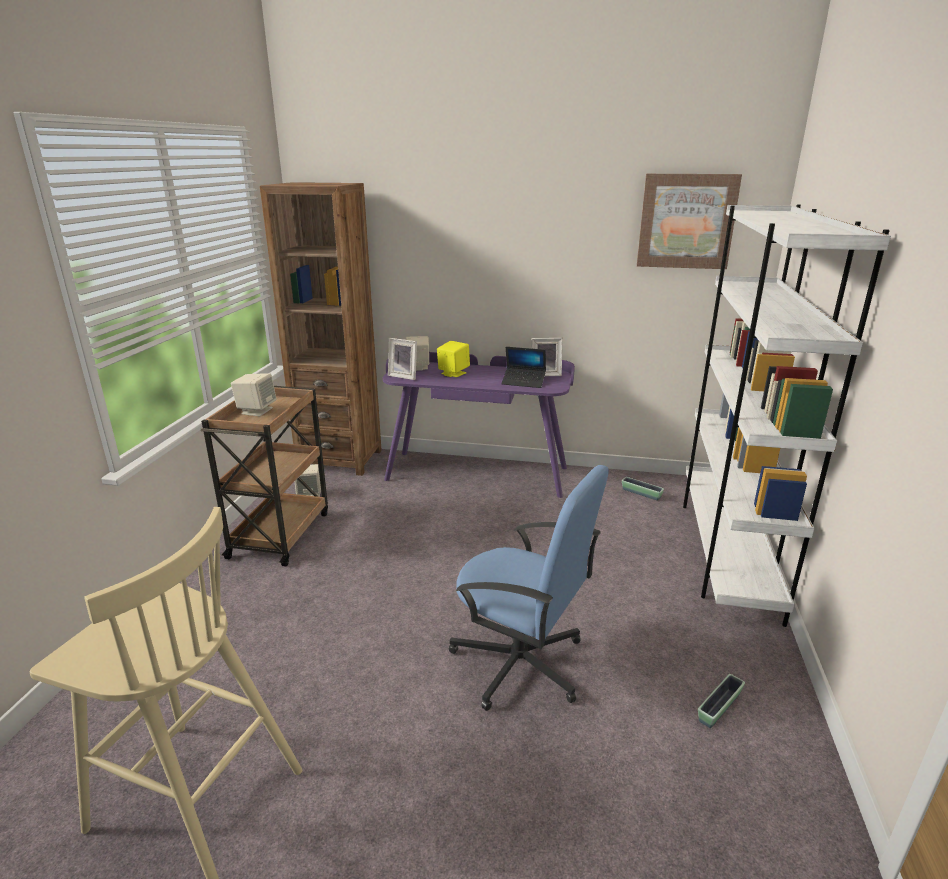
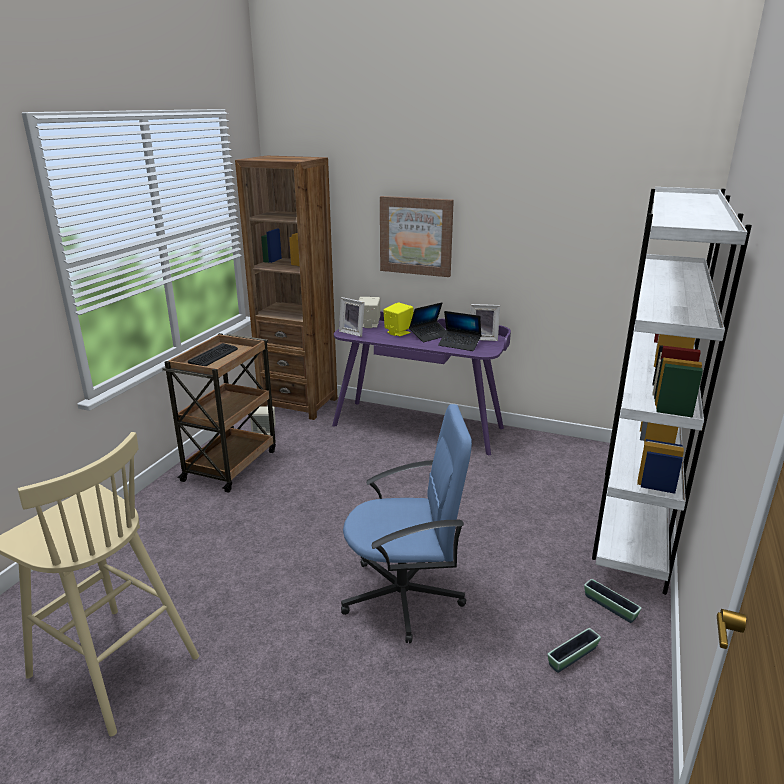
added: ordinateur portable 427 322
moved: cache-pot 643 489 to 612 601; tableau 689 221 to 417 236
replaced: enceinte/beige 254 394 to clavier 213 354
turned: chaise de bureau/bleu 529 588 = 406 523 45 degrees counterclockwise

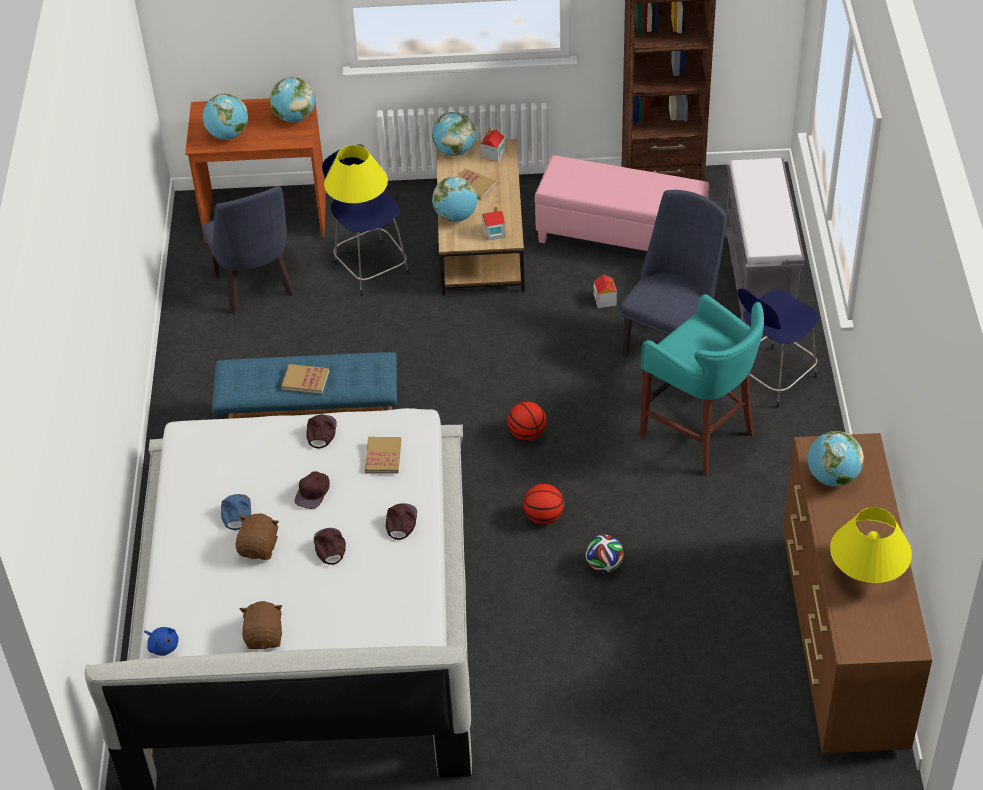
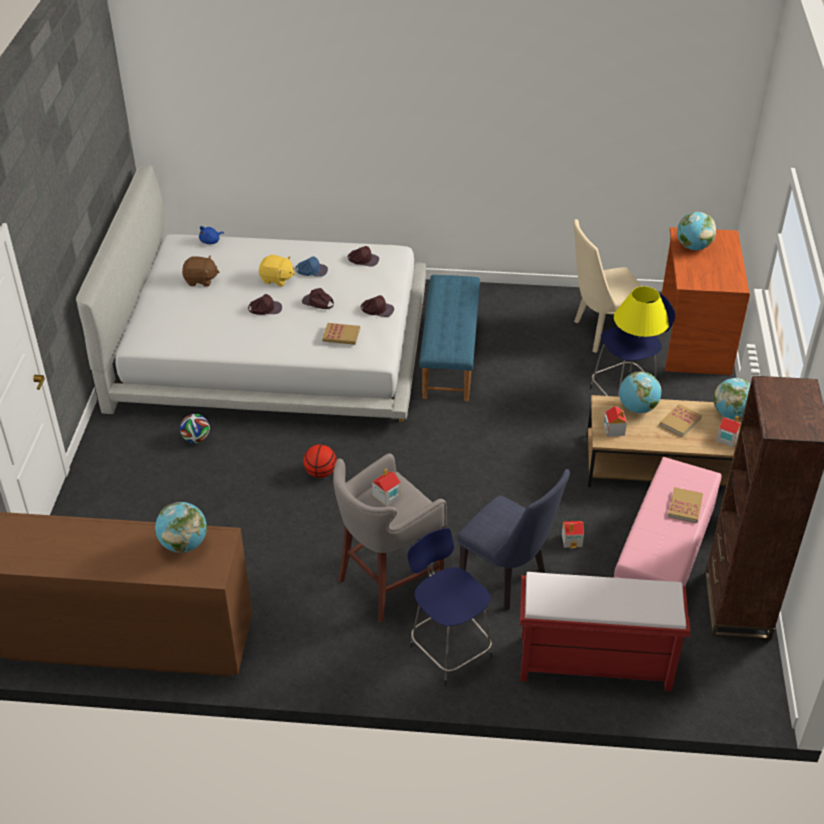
removed: globe 292 99; ballon de basket 527 421; lampe de table/jaune 871 545
added: maison miniature 386 487
moved: livre 305 379 to 685 505; casquette/marron 401 521 to 363 256; ballon de foot 604 554 to 195 428
recoloured: chaise/bleu 248 250 to chaise/beige 607 286; peluche/marron 257 537 to peluche/jaune 277 271; tabouret/turquoise 702 385 to tabouret/gris 390 538; banc/gris 765 242 to banc/rouge 605 632

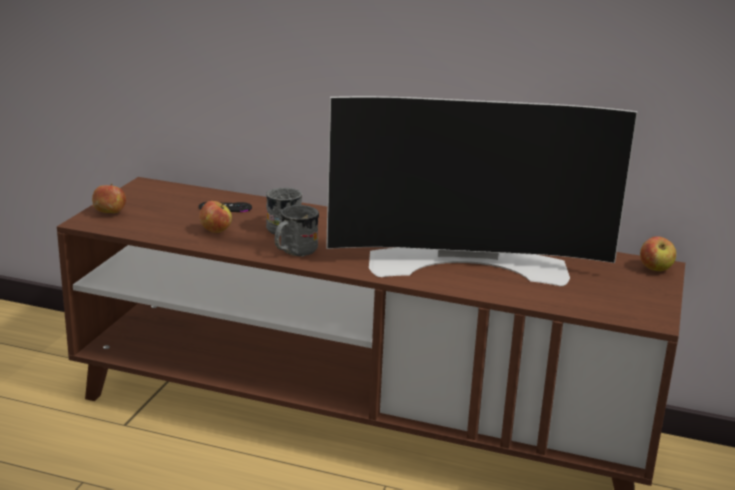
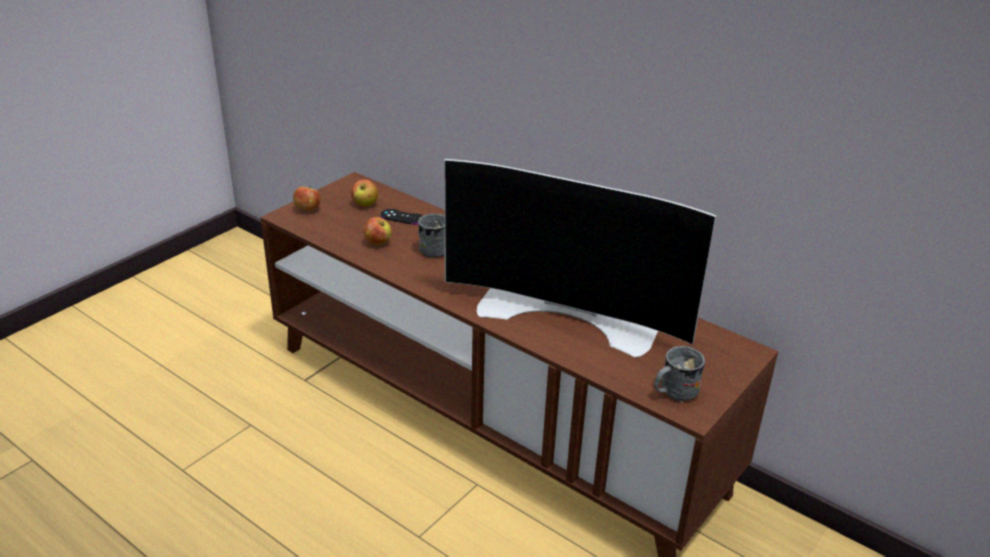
moved: mug/gris 297 231 to 679 374; pomme 658 253 to 364 192

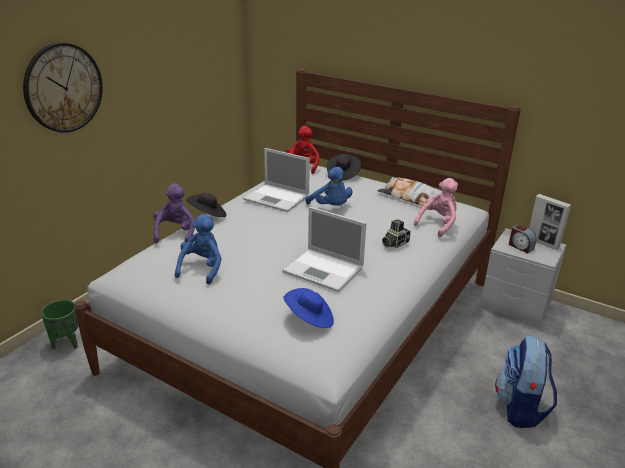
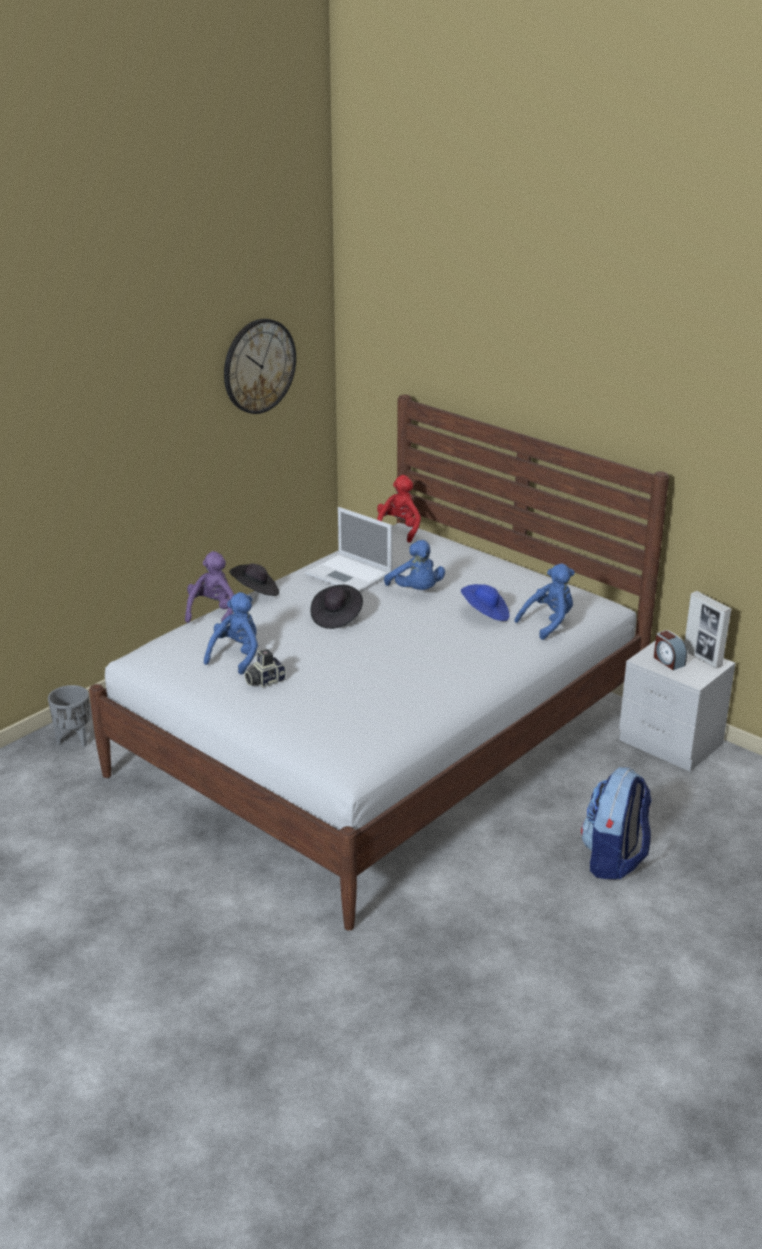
removed: ordinateur portable 324 249; coussin 410 191
moved: horloge murale 63 88 to 260 366; chapeau/bleu 309 308 to 485 602; chapeau/noir 344 167 to 337 607; appareil photo 396 233 to 265 668
recoloured: cache-pot/vert 60 324 to cache-pot/gris 69 716; peluche/rose 436 207 to peluche/bleu 544 601

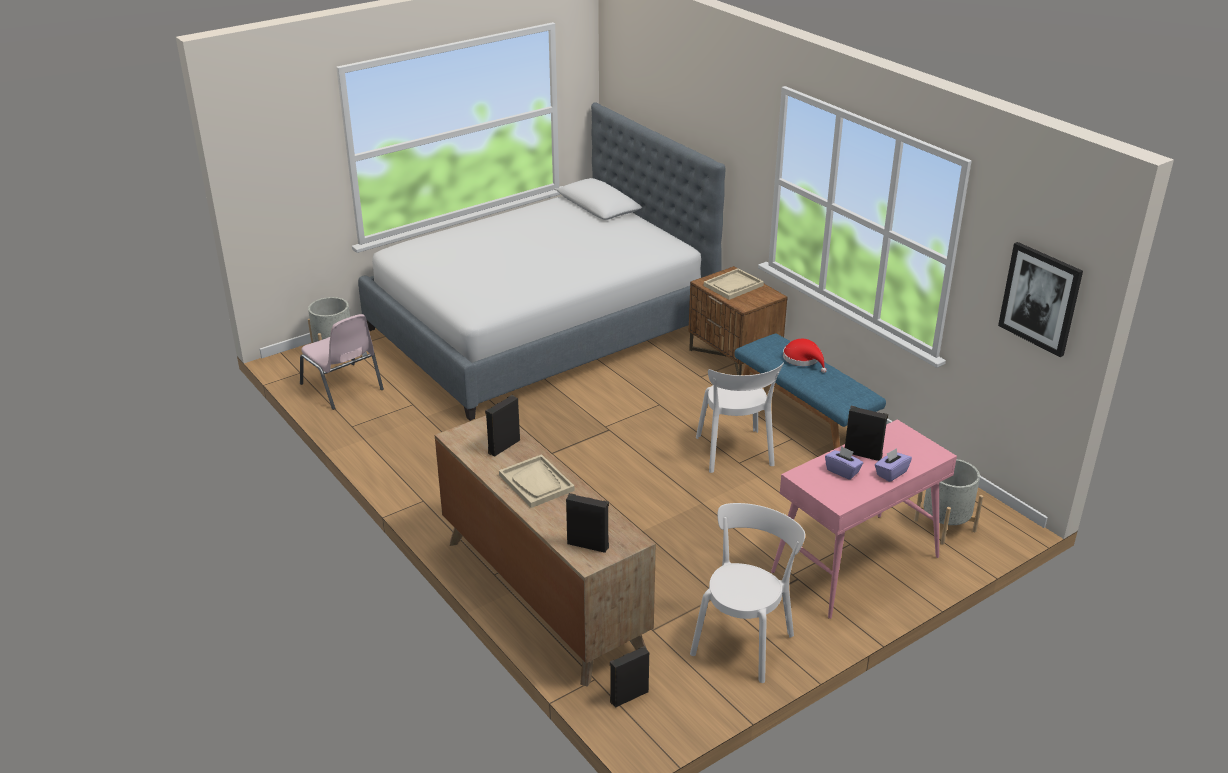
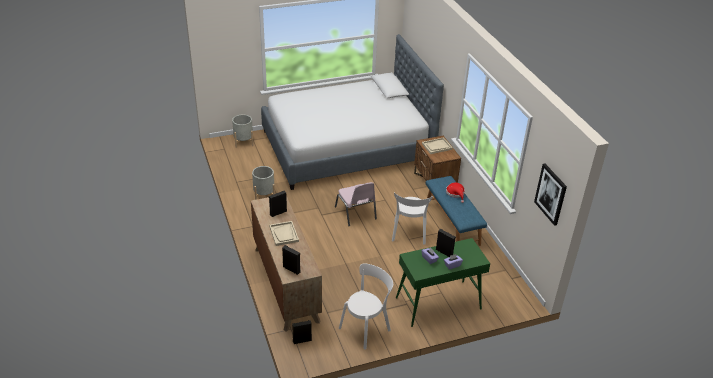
moved: chaise/rose 342 362 to 356 204; cache-pot/gris 948 501 to 263 183
recoloured: table console/rose 864 519 to table console/vert 443 282

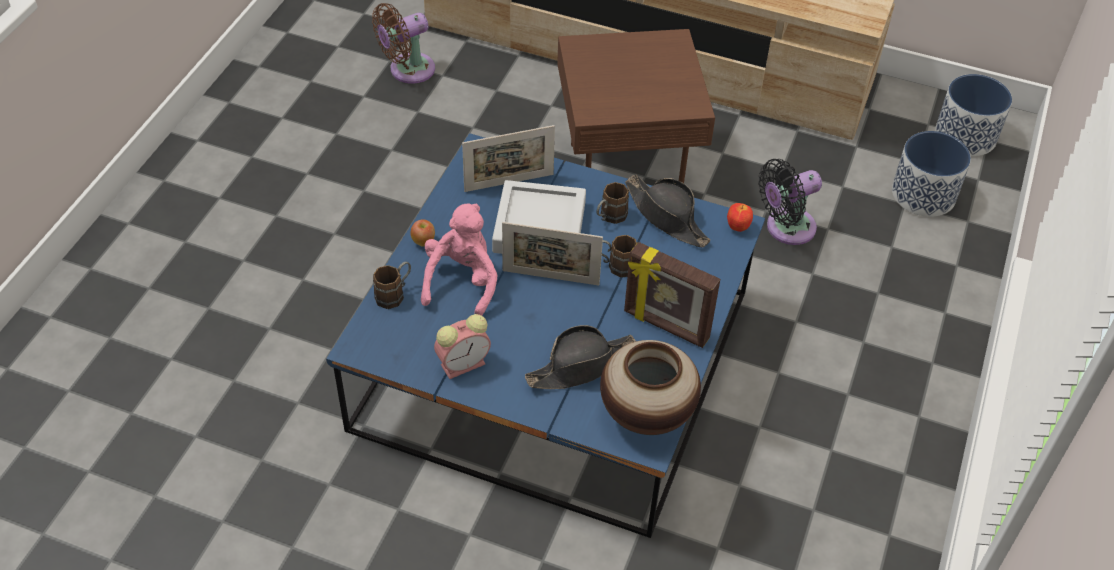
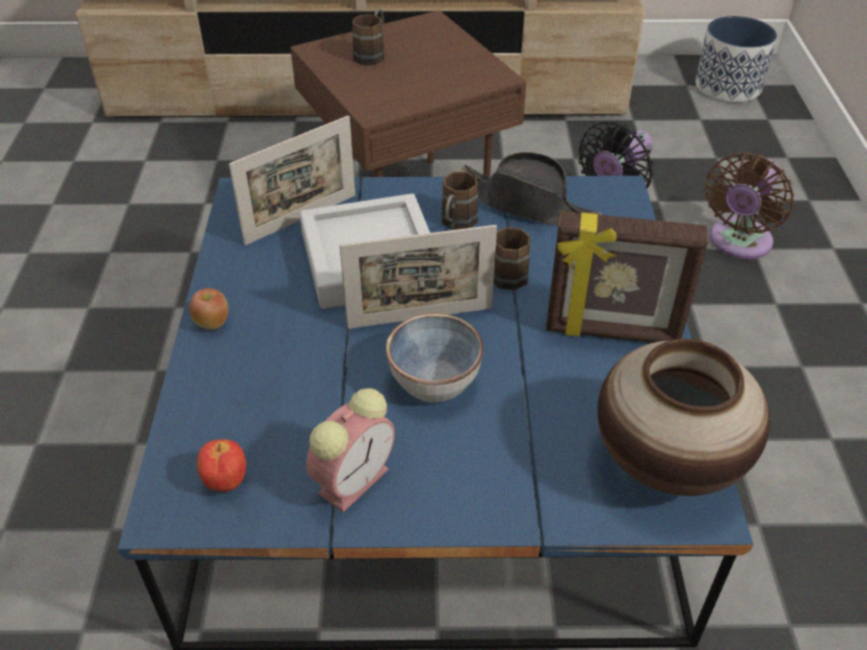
removed: peluche/rose 459 260; chapeau/noir 580 357; cache-pot 931 174
added: bol 434 358
moved: ventilateur/marron 403 43 to 749 205; mug/marron 392 285 to 368 37; pomme 740 217 to 221 465

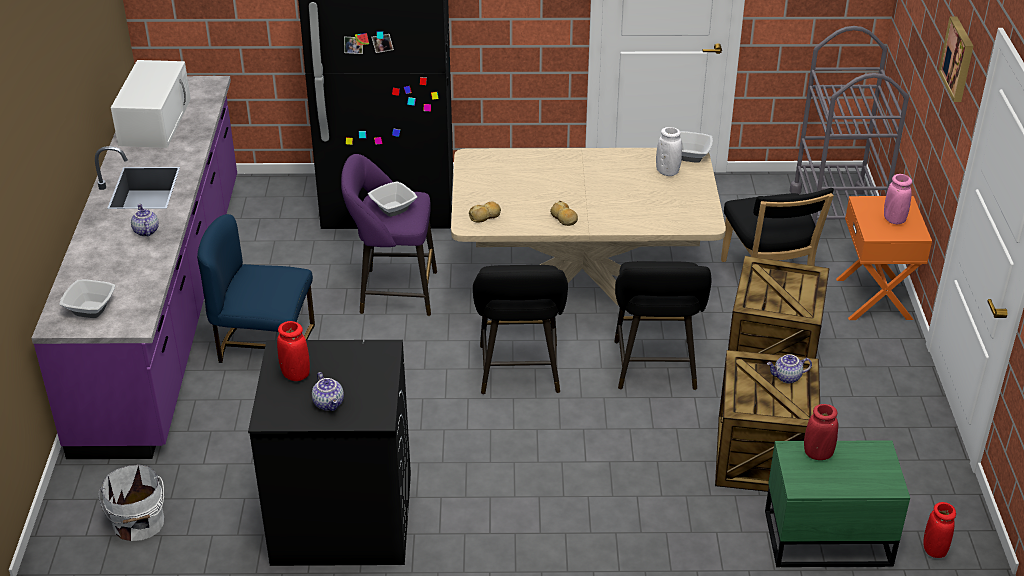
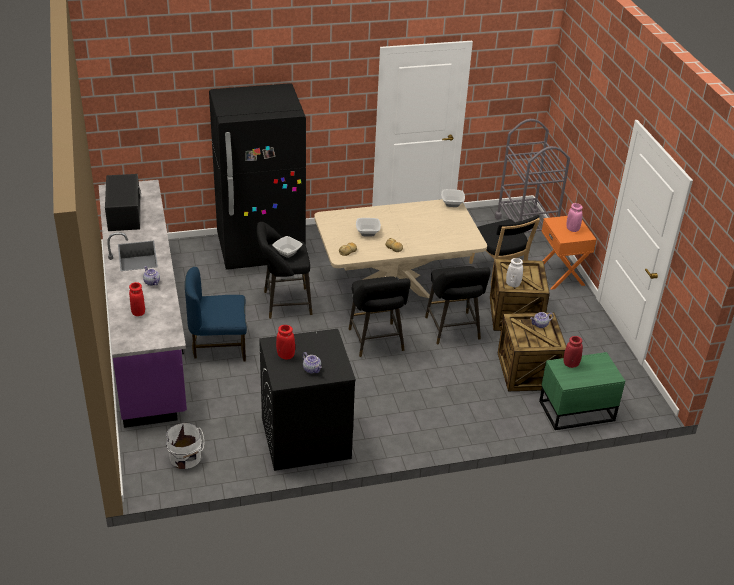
removed: tableau 955 59
moved: bol 87 298 to 368 227; vase/blanc 669 151 to 514 272; vase/rouge 939 530 to 137 299
recoloured: micro-ondes/blanc 151 104 to micro-ondes/noir 123 202; tabouret/violet 389 235 to tabouret/noir 284 270

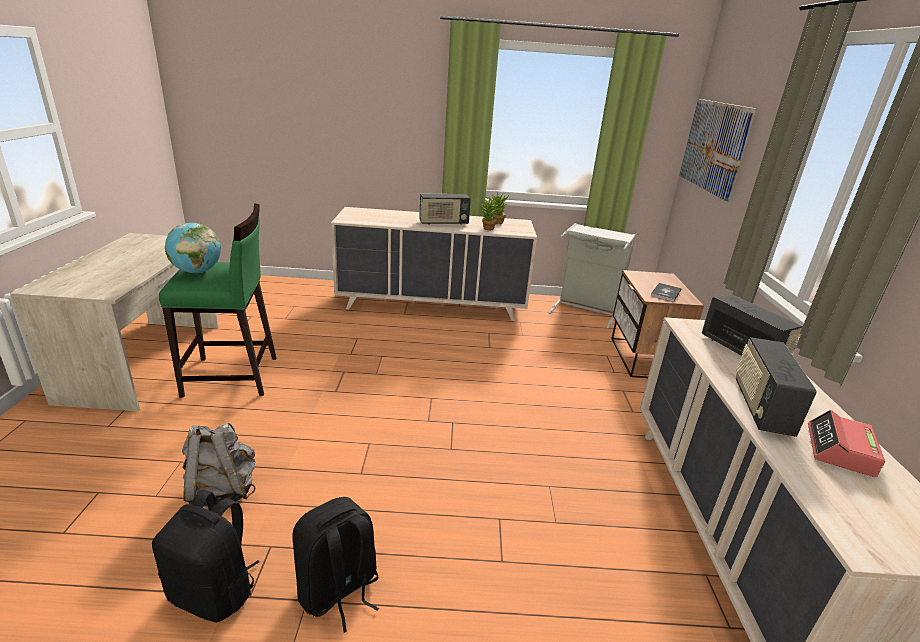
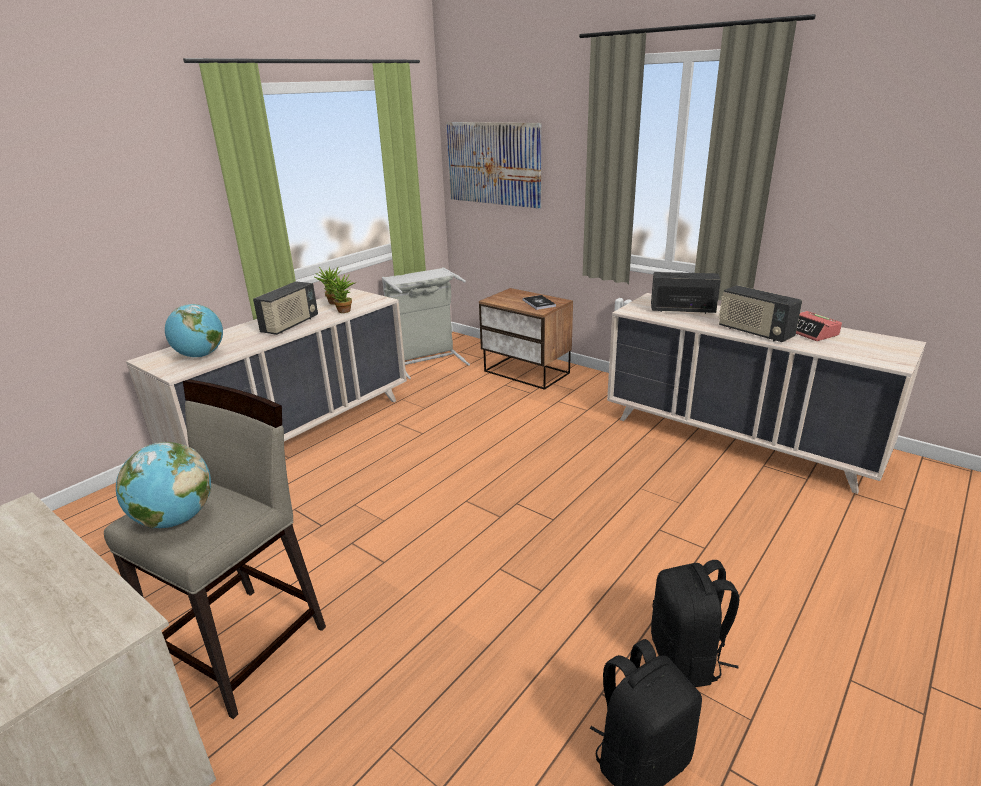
removed: sac à dos/gris 219 465
added: globe 194 330
recoloured: tabouret/vert 217 300 to tabouret/beige 215 549

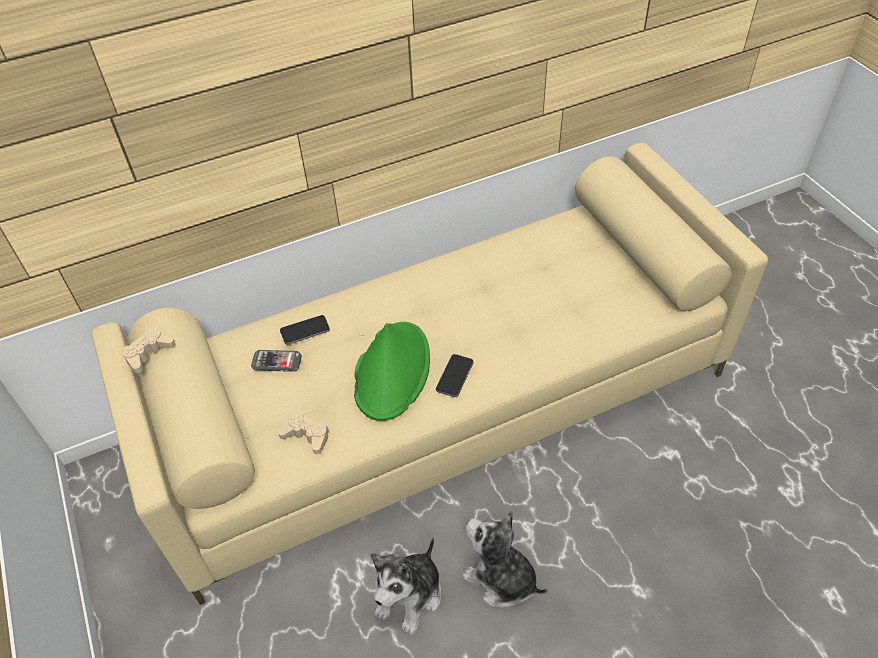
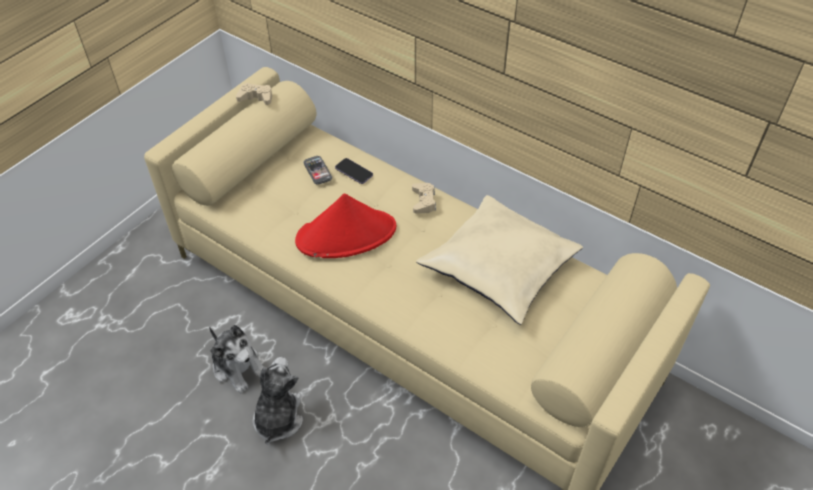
removed: téléphone 454 375
added: coussin/beige 499 260
moved: manette/beige 303 433 to 424 198
recoloured: chapeau/vert 392 371 to chapeau/rouge 345 226
turned: peluche 406 586 = 236 359 135 degrees counterclockwise

